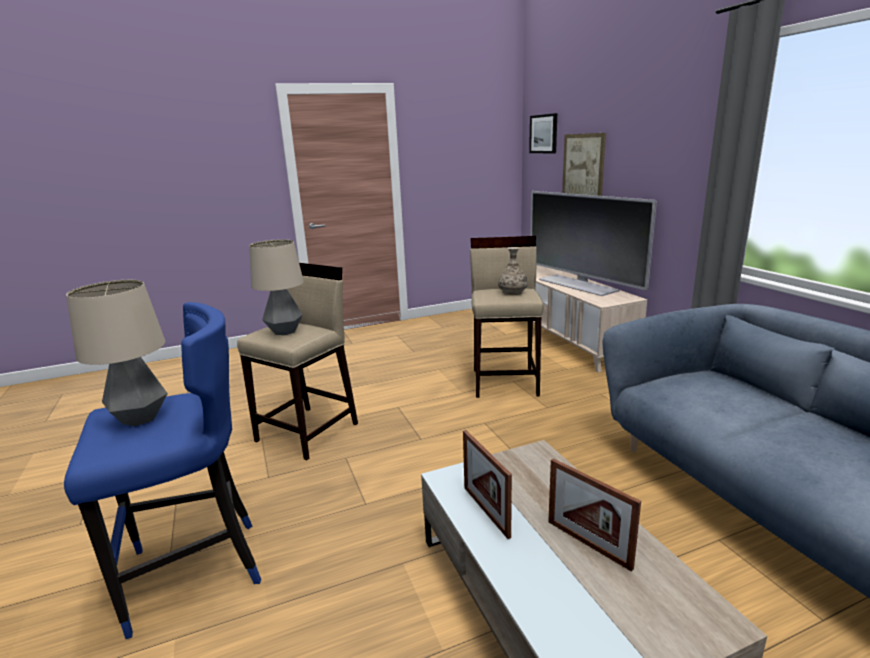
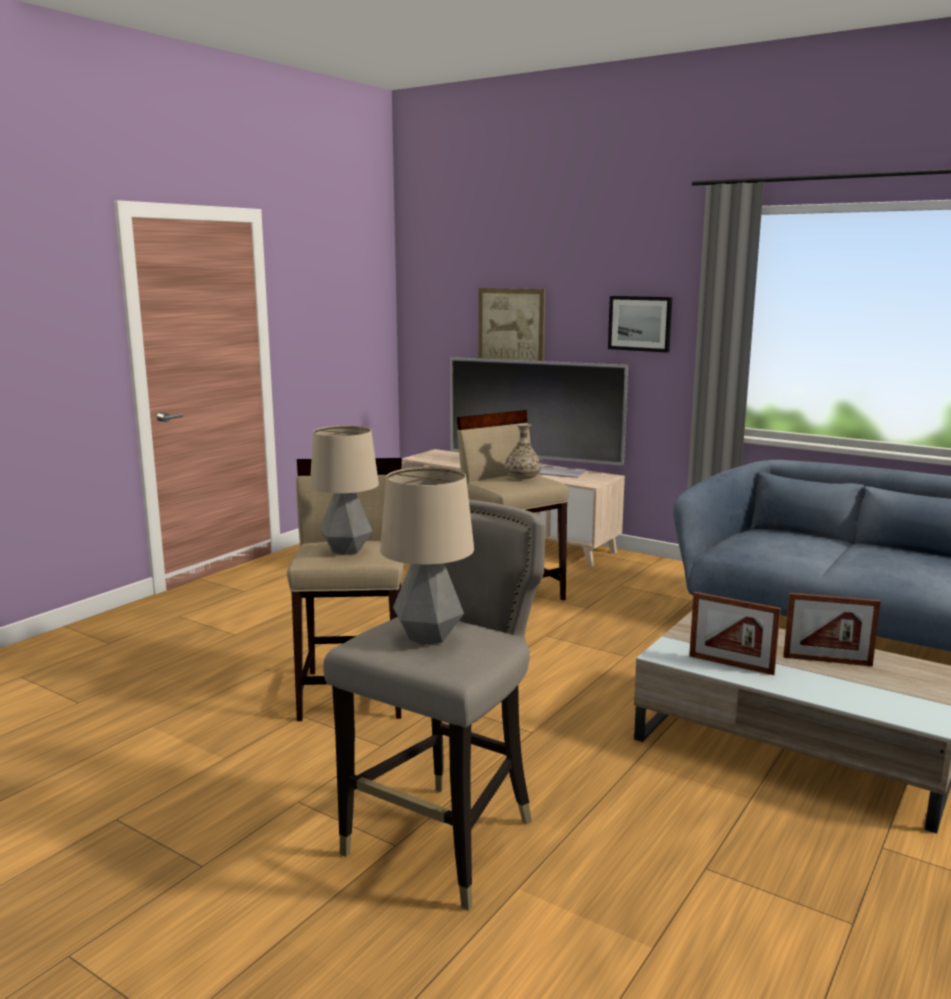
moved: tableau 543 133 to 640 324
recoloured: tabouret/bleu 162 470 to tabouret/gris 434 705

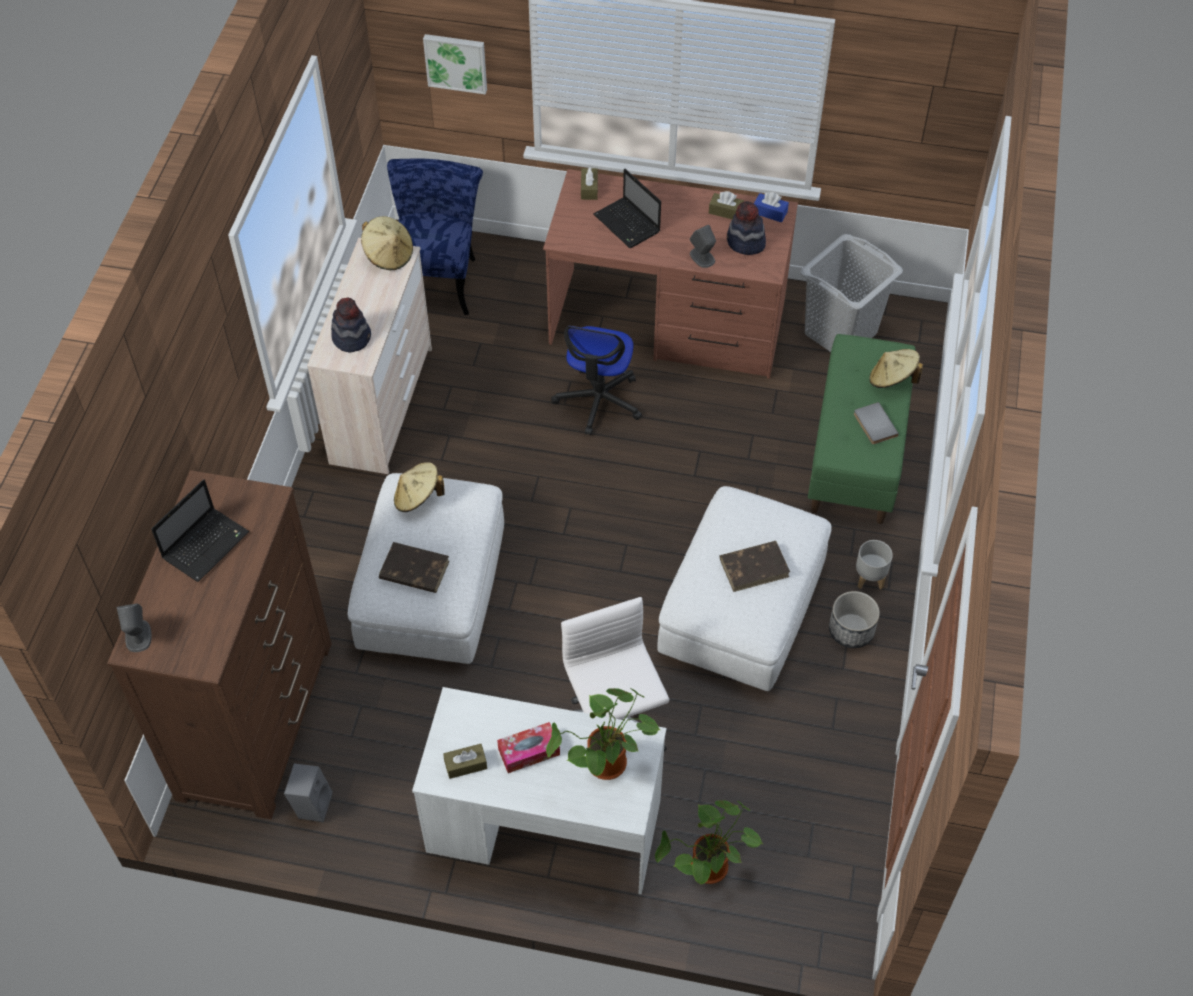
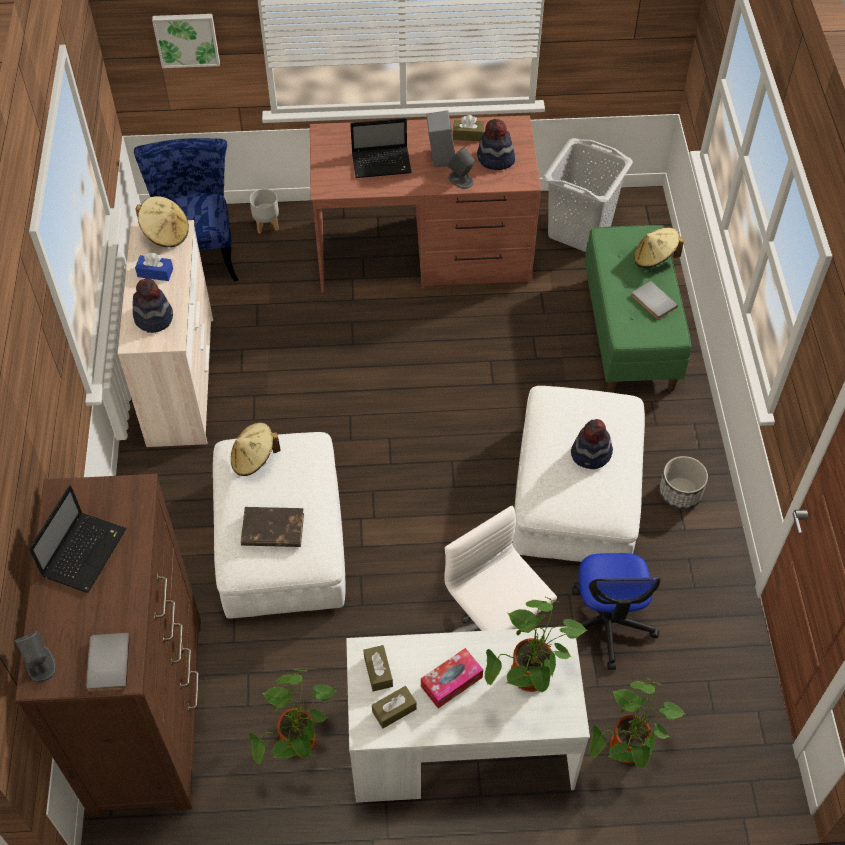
added: livre/gris 108 662; plante en pot 292 716
moved: enceinte/gris 308 793 to 440 138; chaise de bureau 596 380 to 616 611; boîte à mouchoirs/marron 589 183 to 378 668; boîte à mouchoirs/bleu 771 207 to 154 267; cache-pot/gris 874 564 to 264 211
replaced: livre/marron 755 566 to chapeau 592 444
turned: ordinateur portable 627 208 = 381 148 45 degrees counterclockwise

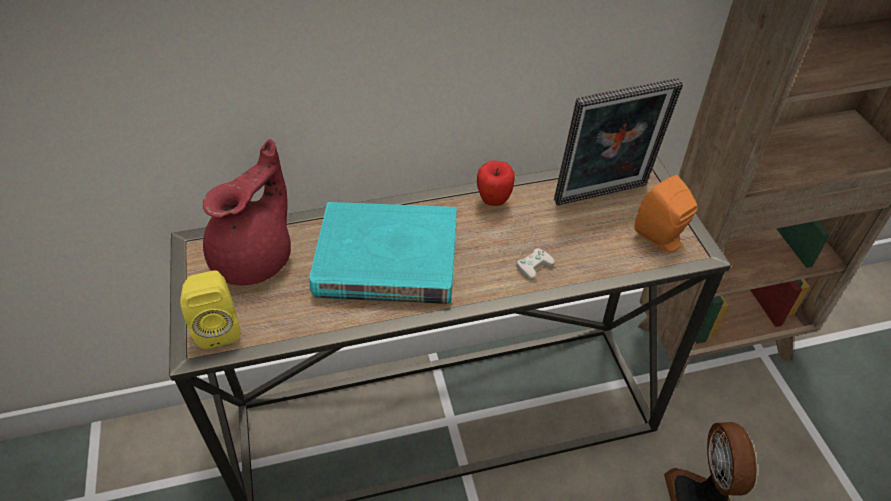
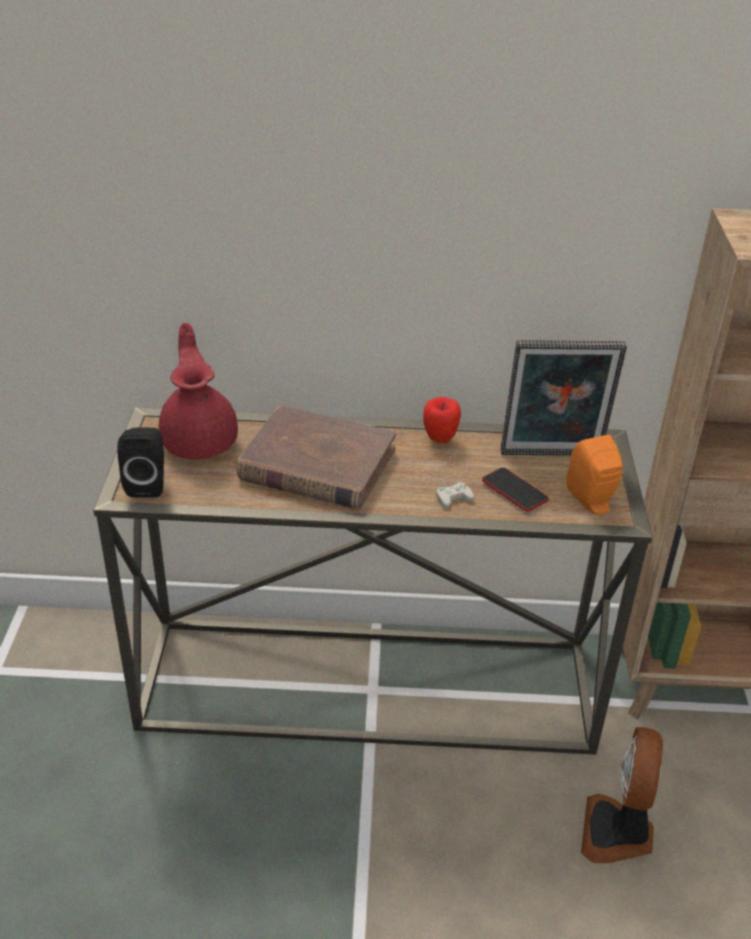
added: téléphone 515 489
recoloured: enceinte/jaune 210 309 to enceinte/noir 140 463; livre/turquoise 383 253 to livre/marron 316 457
turned: théière/rouge 247 212 = 198 391 60 degrees counterclockwise

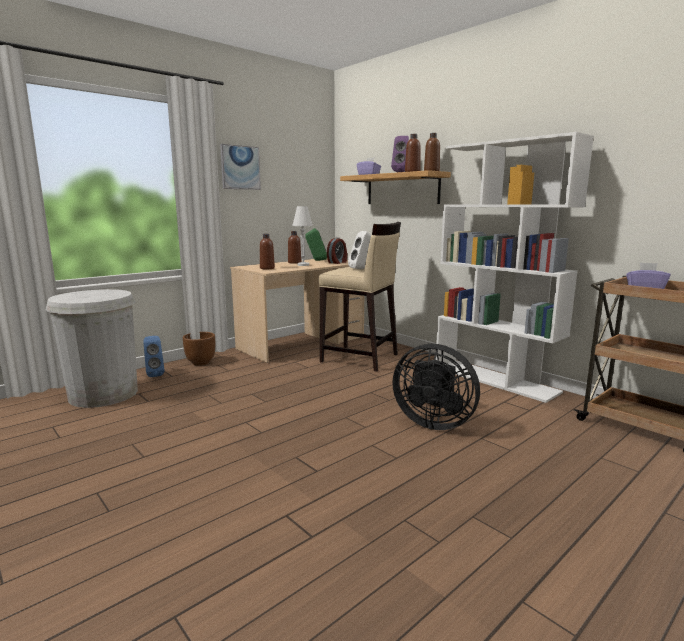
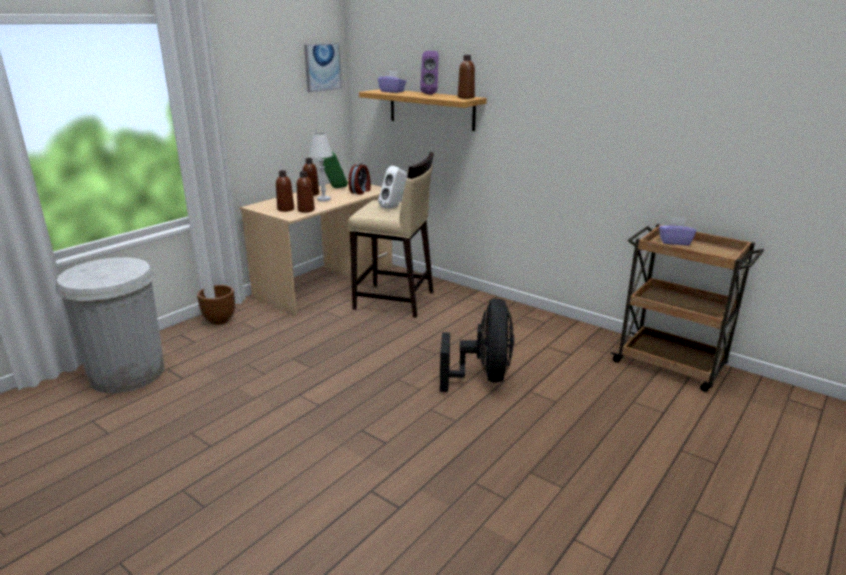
removed: enceinte/bleu 154 356; bibliothèque/blanc 515 267
moved: tableau 240 167 to 323 68; bouteille/marron 413 153 to 305 192
turned: ventilateur/noir 436 387 = 477 345 105 degrees counterclockwise

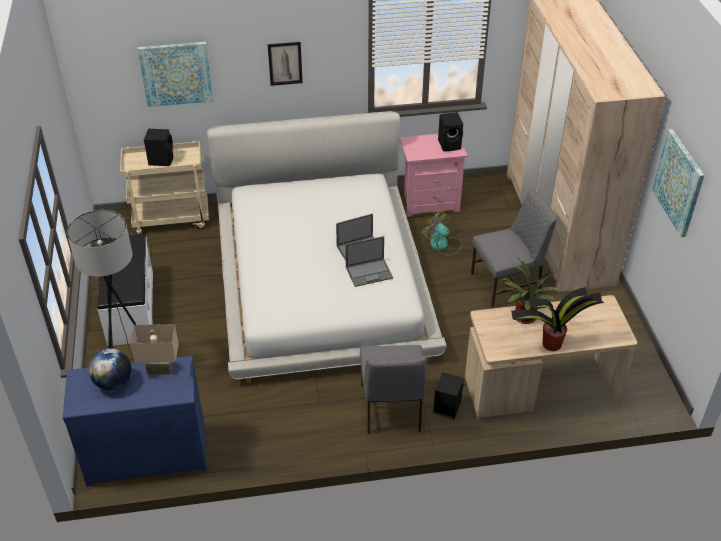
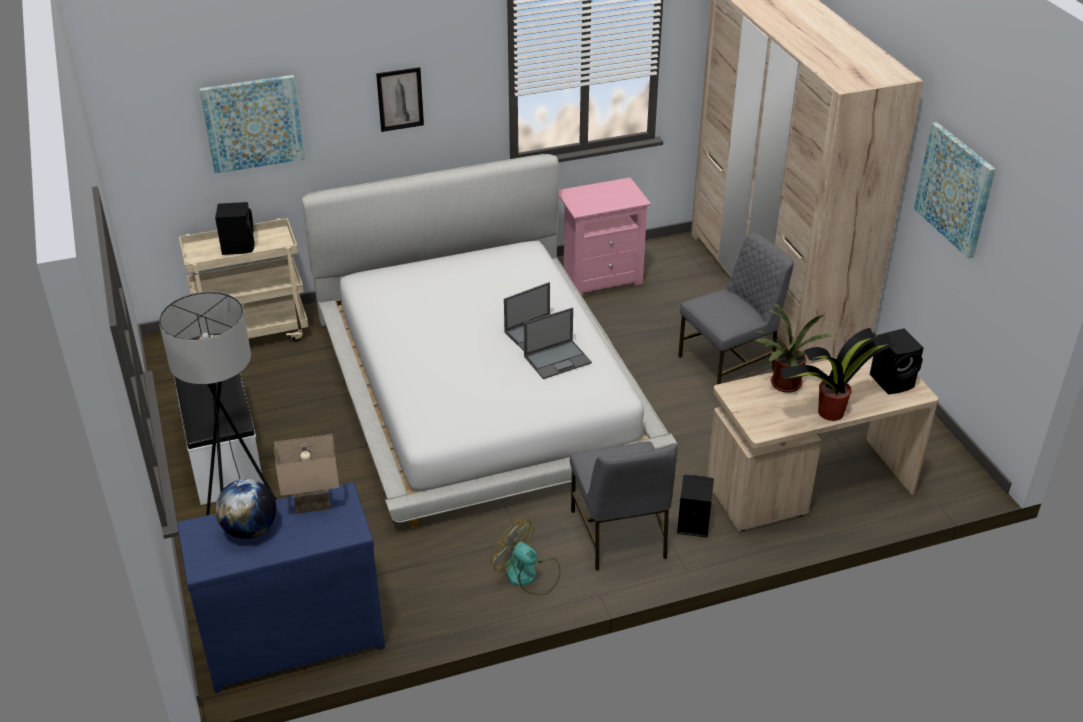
moved: ventilateur 442 233 to 526 557; enceinte/noir 450 131 to 897 361

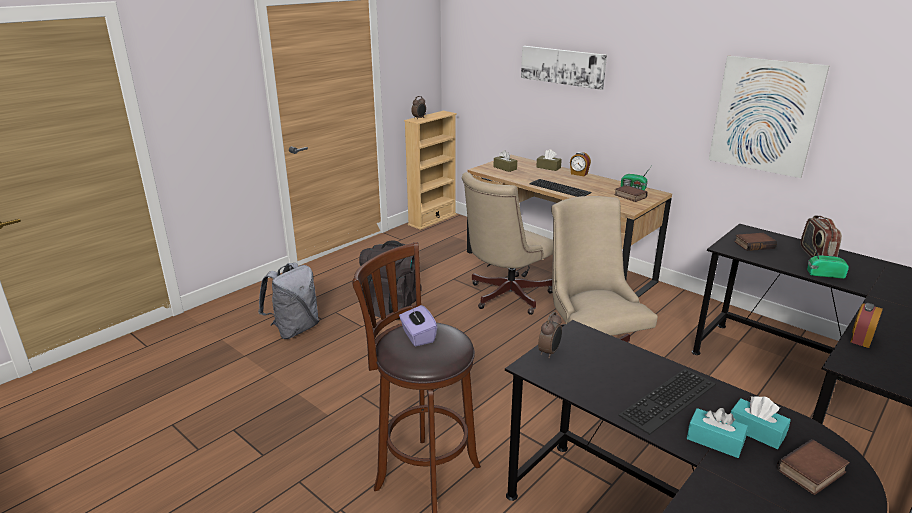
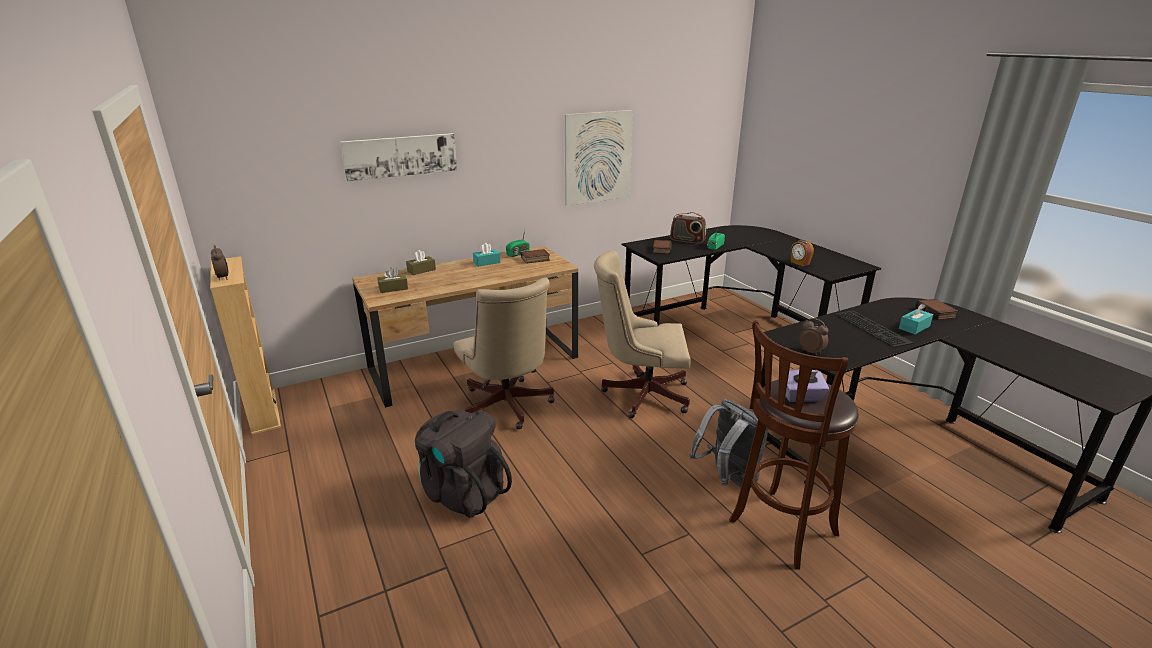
removed: clavier 560 188; réveil 580 164
moved: sac à dos/gris 288 301 to 729 443; boîte à mouchoirs/turquoise 761 422 to 487 255

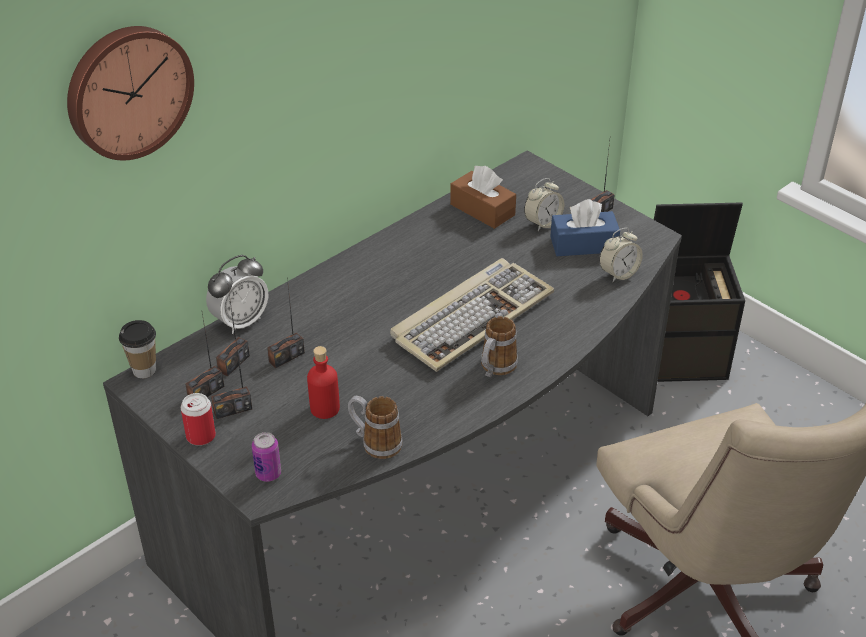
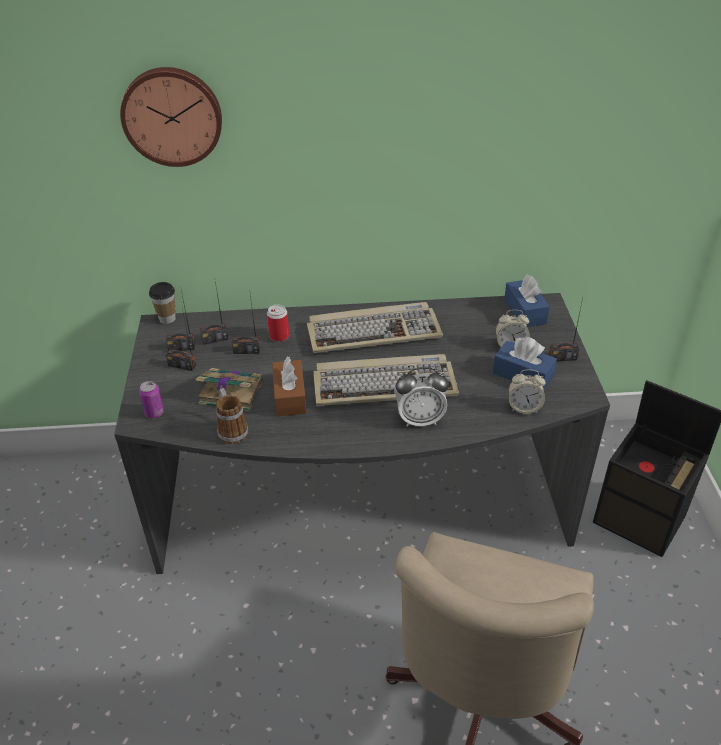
removed: mug 499 346
added: clavier 375 327; boîte à mouchoirs/bleu 527 300
moved: boîte métallique 198 419 to 278 323; réveil 237 294 to 422 397; boîte à mouchoirs/marron 483 197 to 289 387
replaced: bouteille/rouge 323 382 to livre 229 389

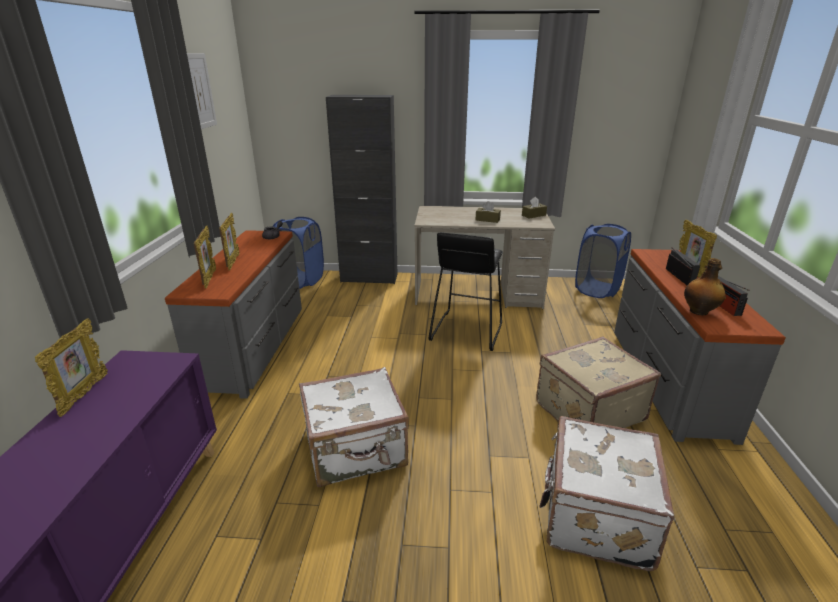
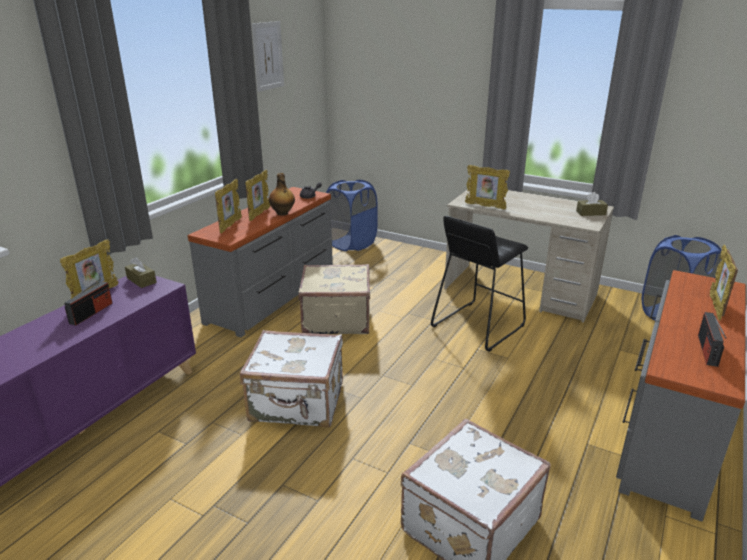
removed: meuble de rangement/noir 361 189
added: cadre photo 487 187
moved: boîte à mouchoirs/marron 488 212 to 141 272; valise/beige 598 382 to 334 299; radio 683 266 to 88 302; bouteille 704 286 to 282 194

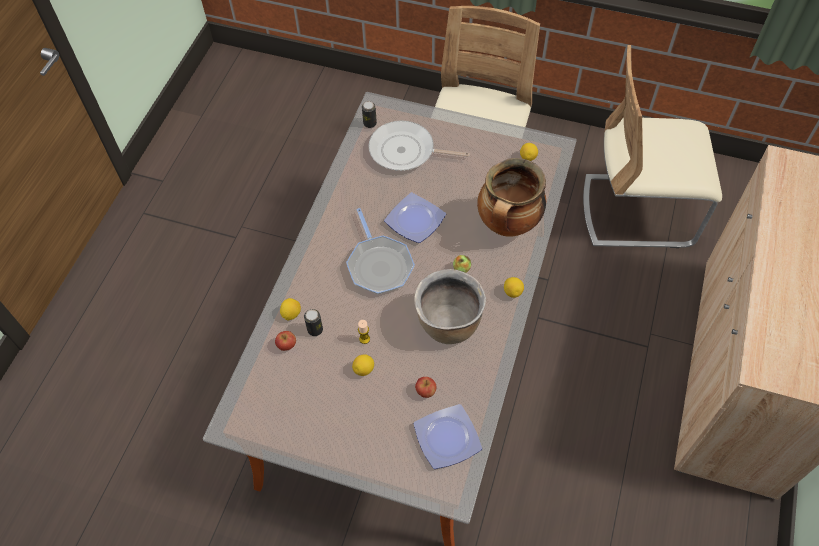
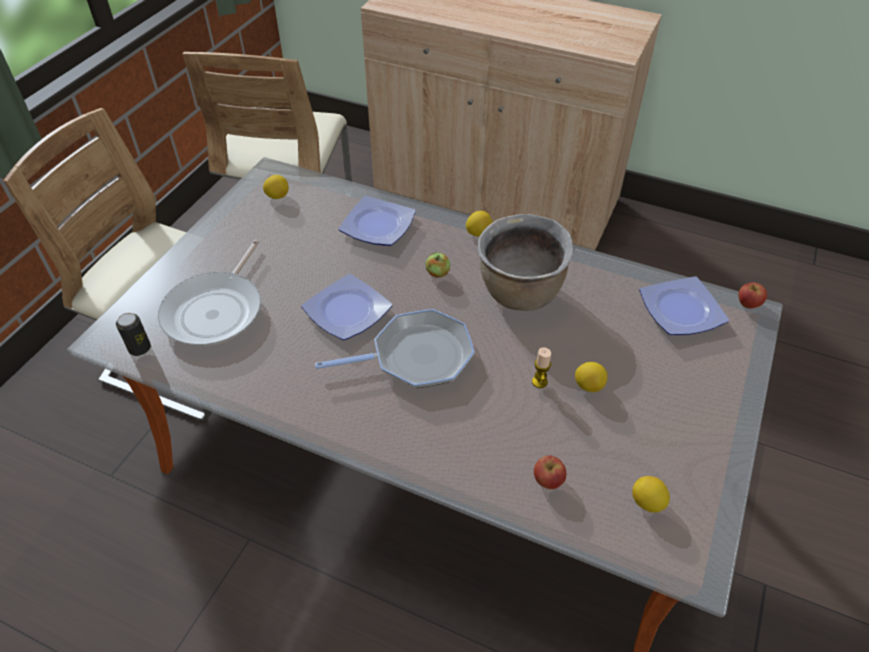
removed: boîte métallique 313 322
moved: citron 290 309 to 651 494; pomme 425 387 to 752 296
replaced: marmite 511 197 to assiette 377 221

